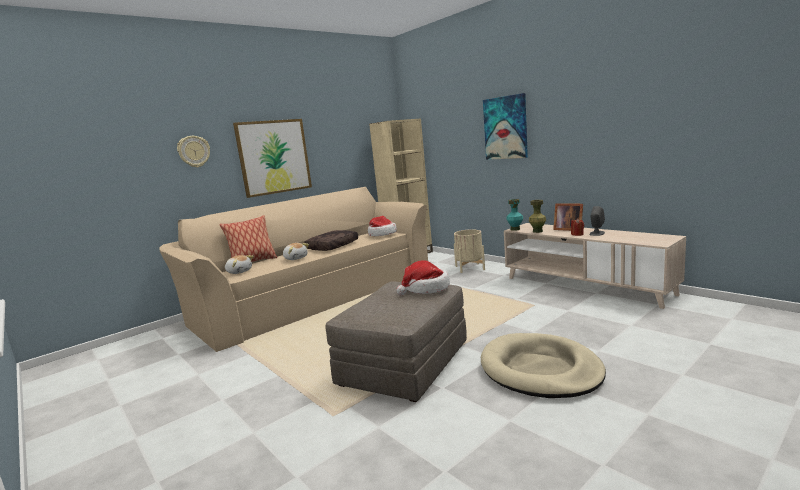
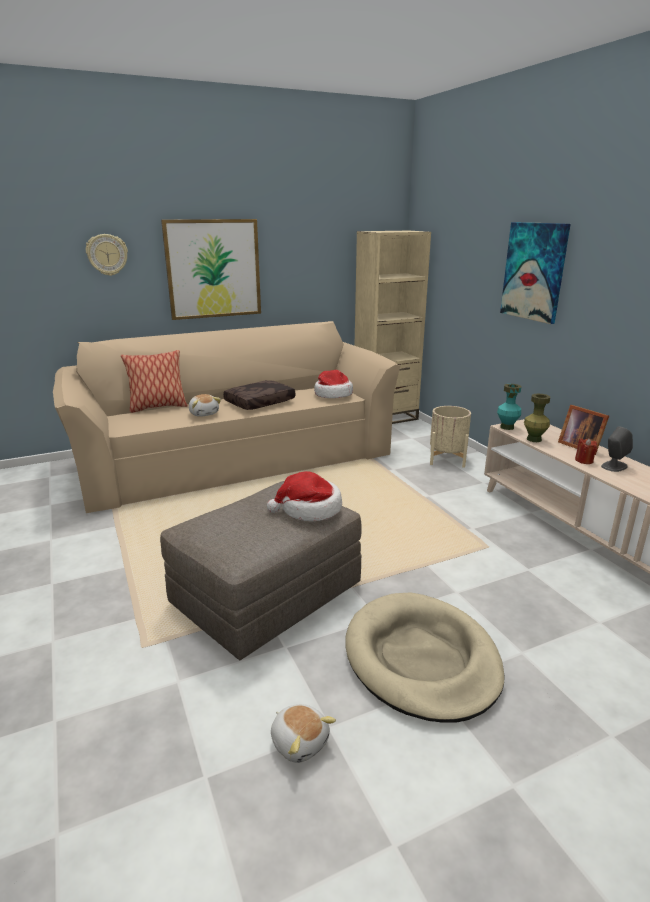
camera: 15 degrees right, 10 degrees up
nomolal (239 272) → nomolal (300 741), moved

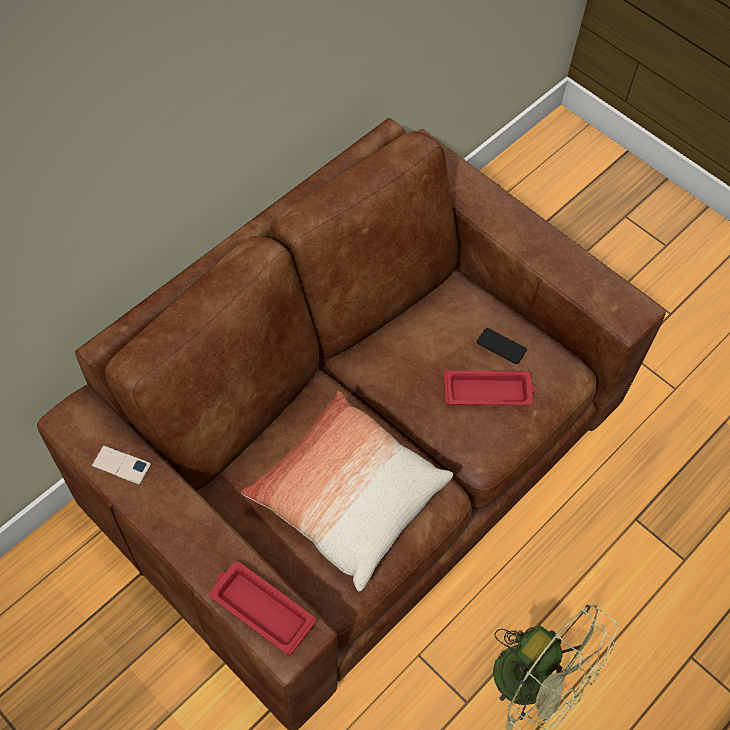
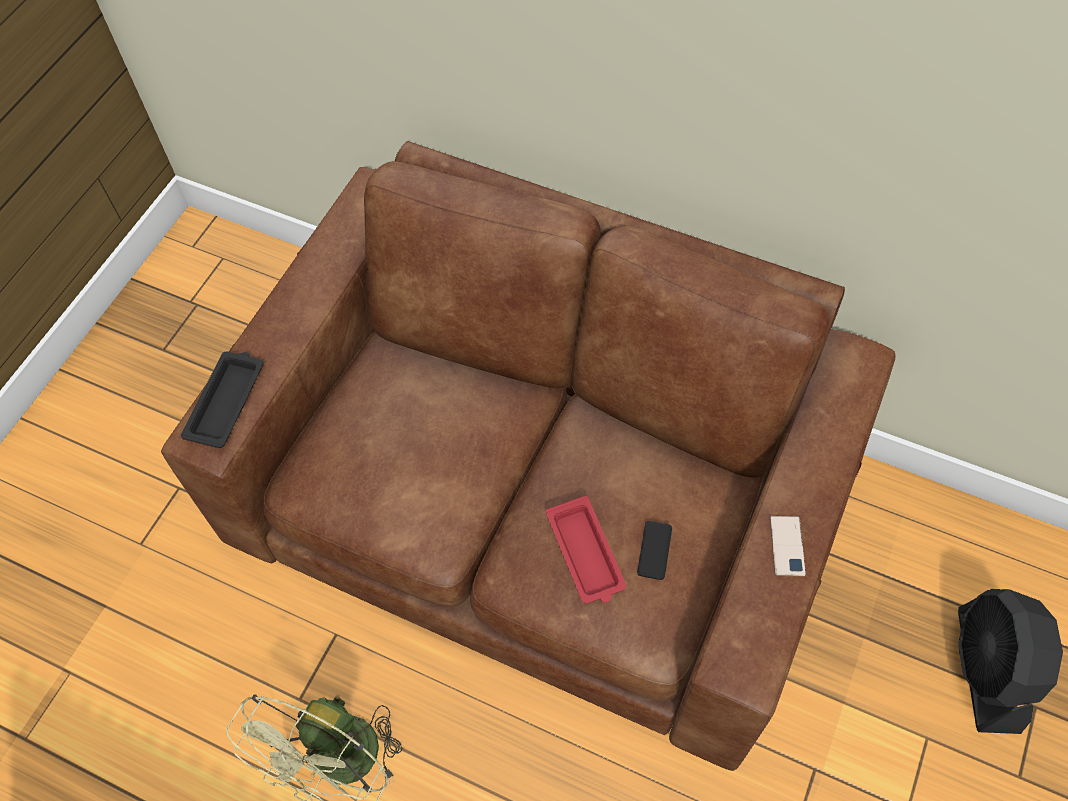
camera: 75 degrees right, 0 degrees up
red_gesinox (260 608) → black_gesinox (226 401)
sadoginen (121 465) → sadoginen (787 546), moved
- → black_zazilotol (987 670)
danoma (347 497) → -

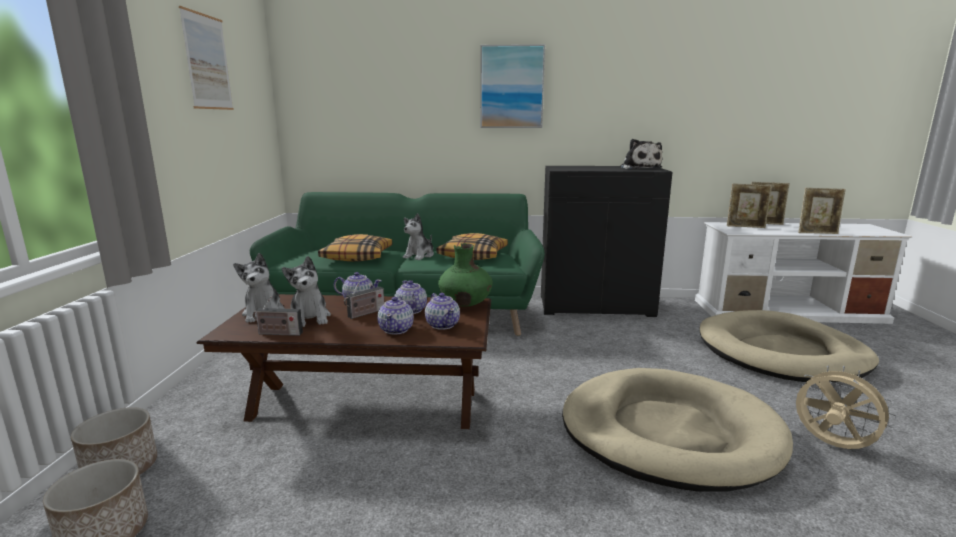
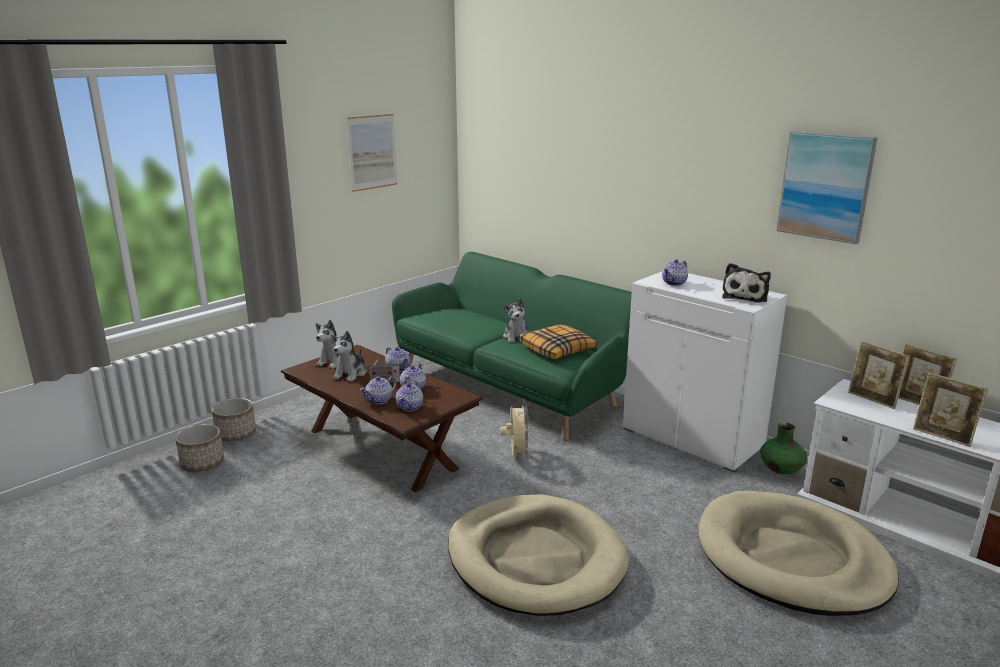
camera: 40 degrees right, 5 degrees up
beige_zazilotol (831 445) → beige_zazilotol (517 455), moved
nomolal (419 256) → nomolal (516 337), 75 degrees counterclockwise
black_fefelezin (596 305) → white_fefelezin (693 438)
- → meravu (674 283)
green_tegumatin (466 304) → green_tegumatin (781 470), moved
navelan (511 87) → navelan (825 186), moved
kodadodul (278 333) → -
danoma (357 257) → -

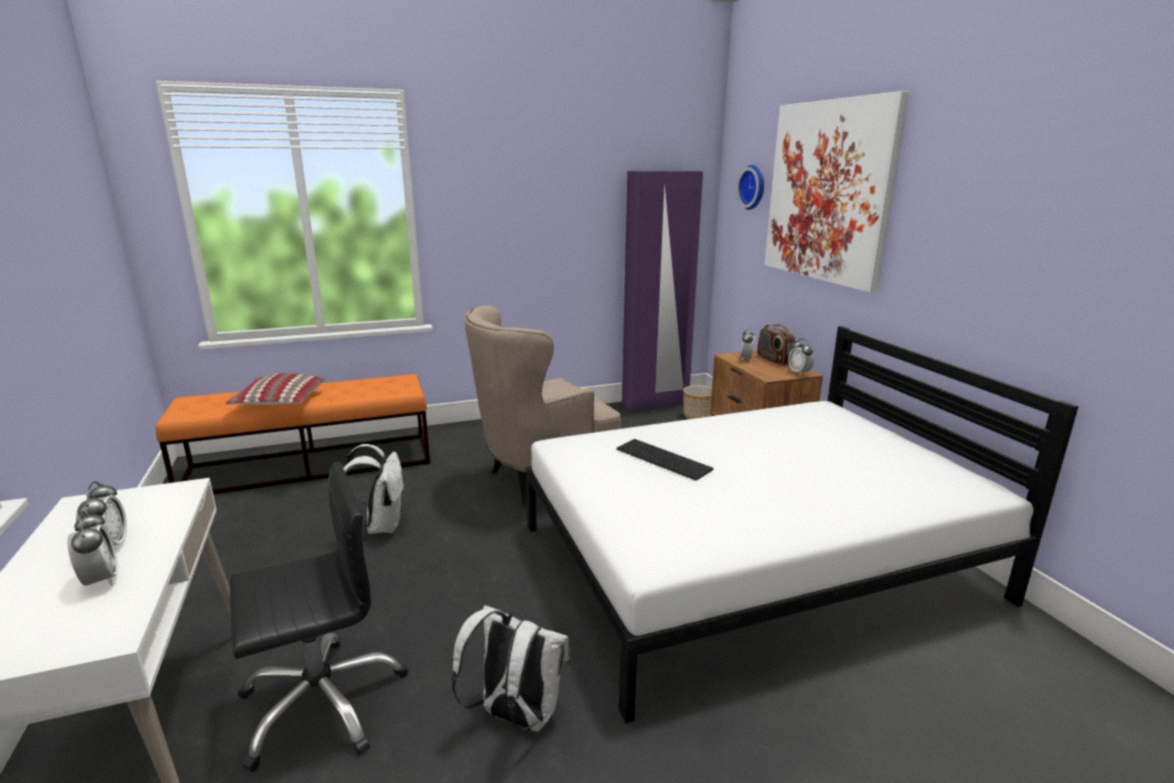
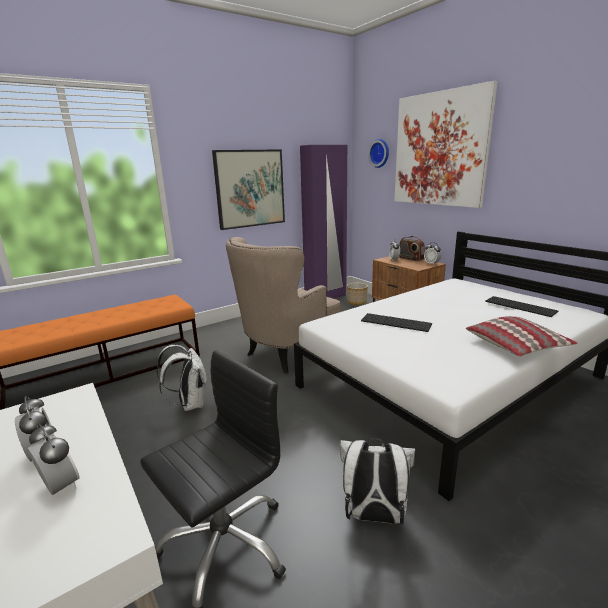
camera: 15 degrees left, 0 degrees up
- → navelan (250 188)
danoma (279 402) → danoma (517 346), moved
- → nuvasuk (521 306)

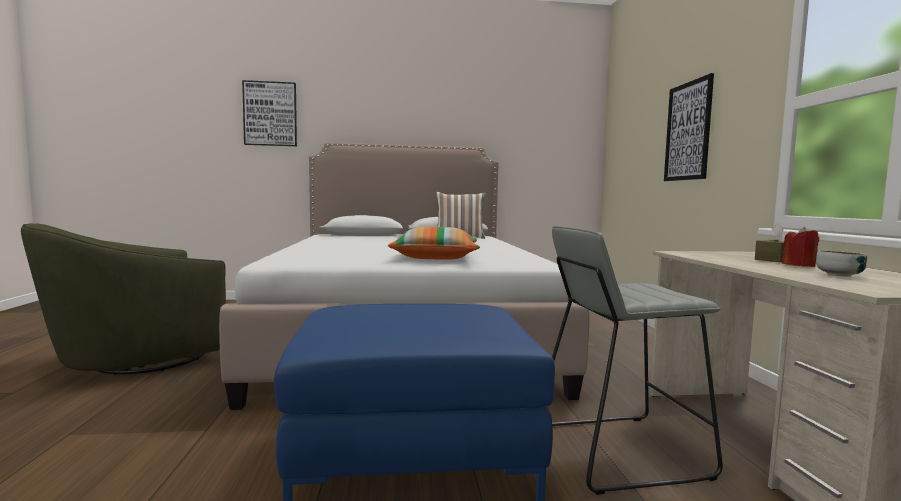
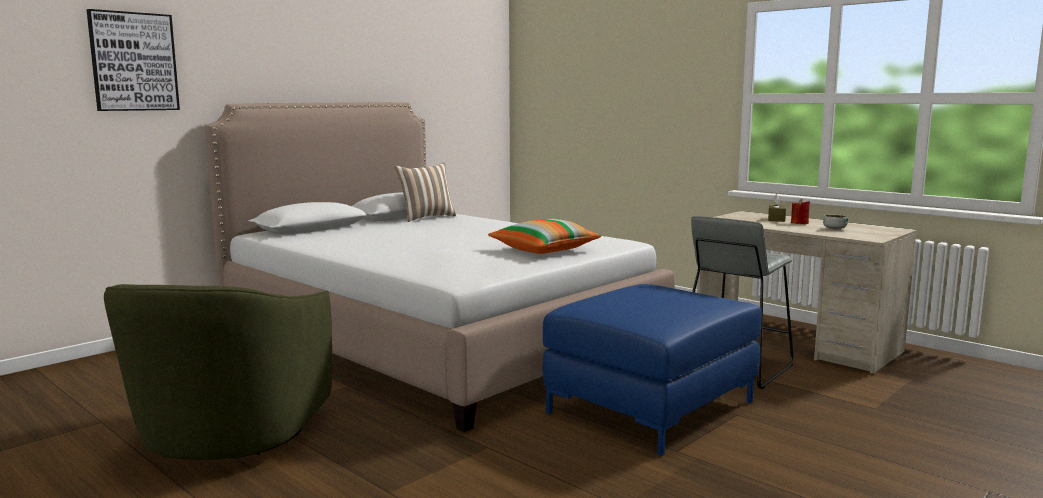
camera: 40 degrees left, 5 degrees up
navelan (688 131) → -

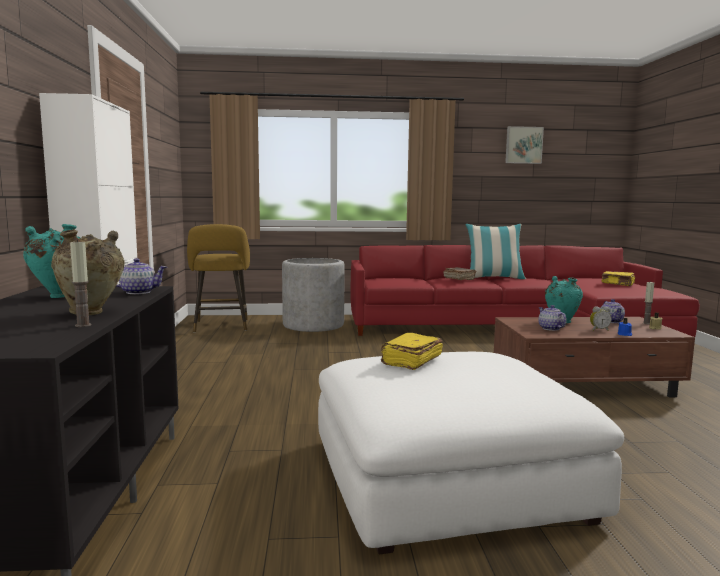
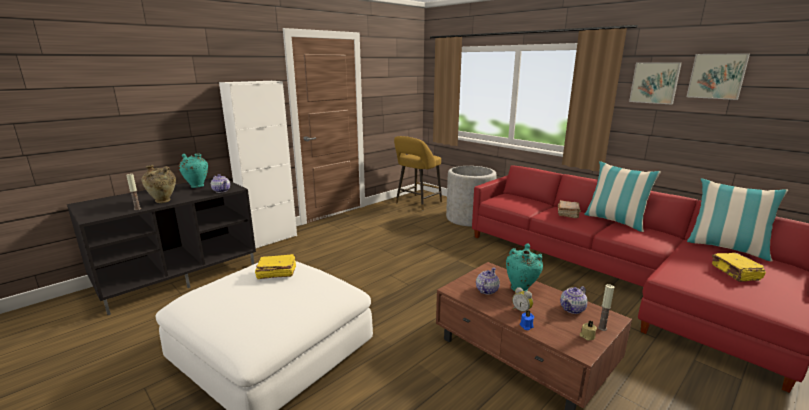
camera: 50 degrees right, 10 degrees up
- → navelan (655 82)
- → danoma (726 248)

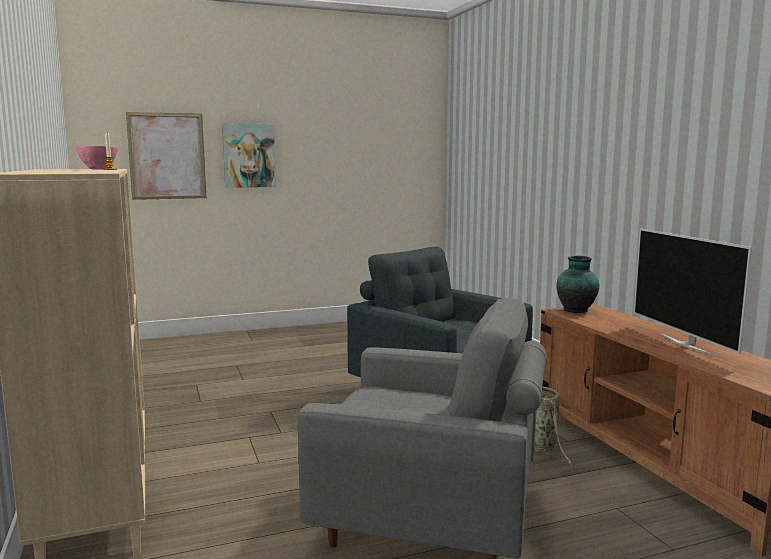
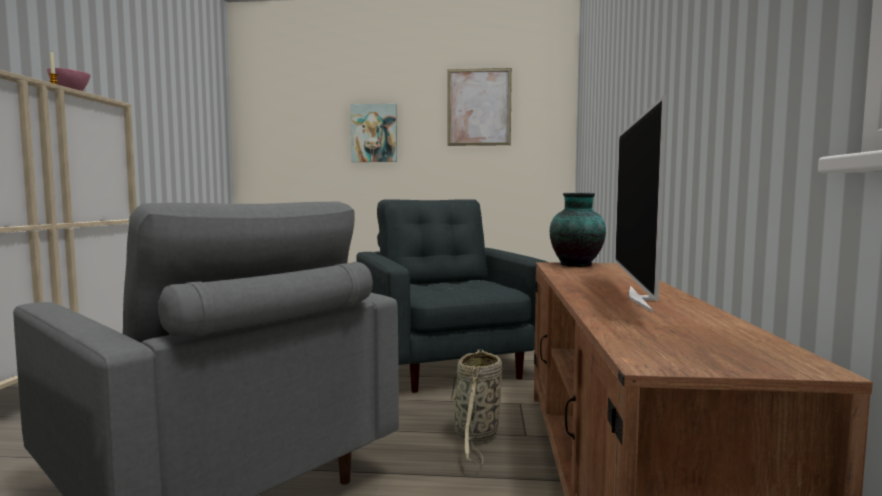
camera: 25 degrees right, 5 degrees down
navelan (167 156) → navelan (479 107), moved

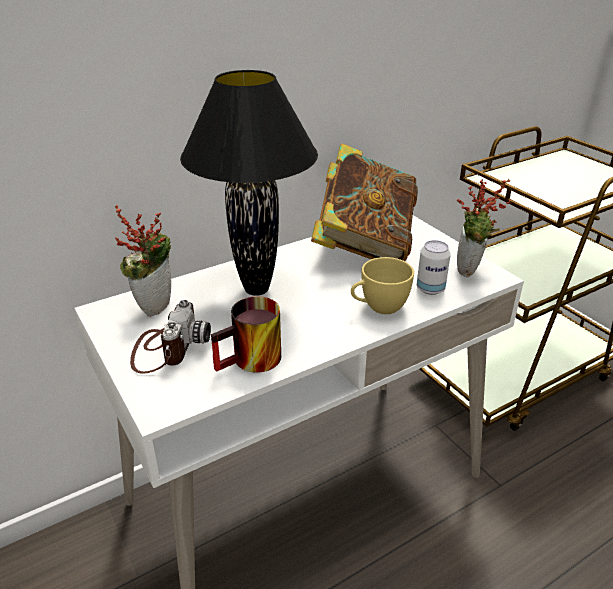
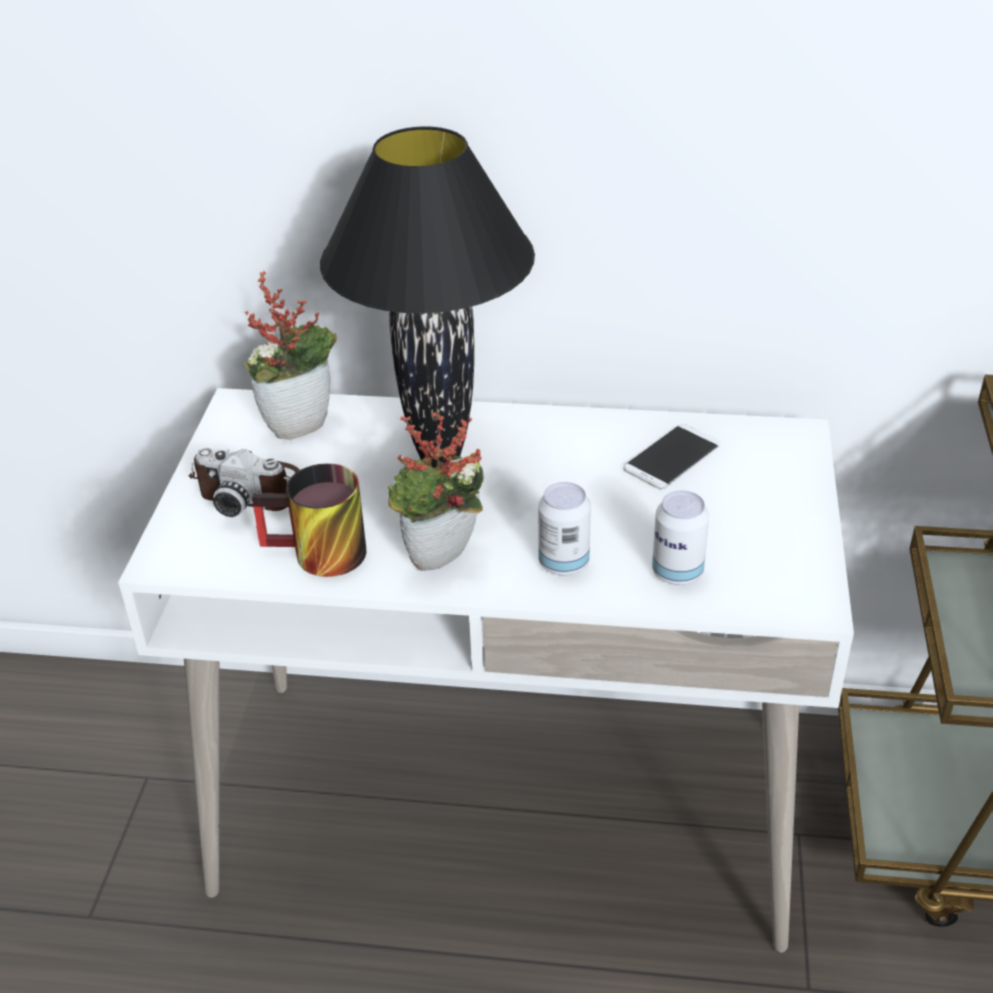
camera: 40 degrees right, 5 degrees up
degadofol (167 348) → degadofol (251 489), 60 degrees clockwise
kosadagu (471 271) → kosadagu (443 563), moved
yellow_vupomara (378 307) → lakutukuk (563 563)
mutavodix (364 246) → sadoginen (672 458)

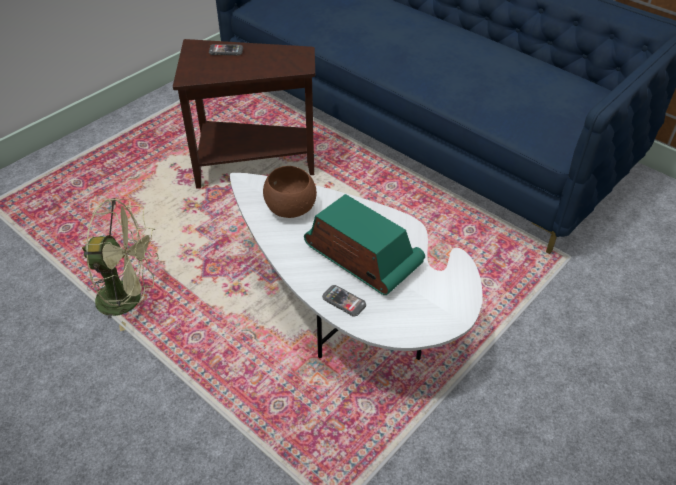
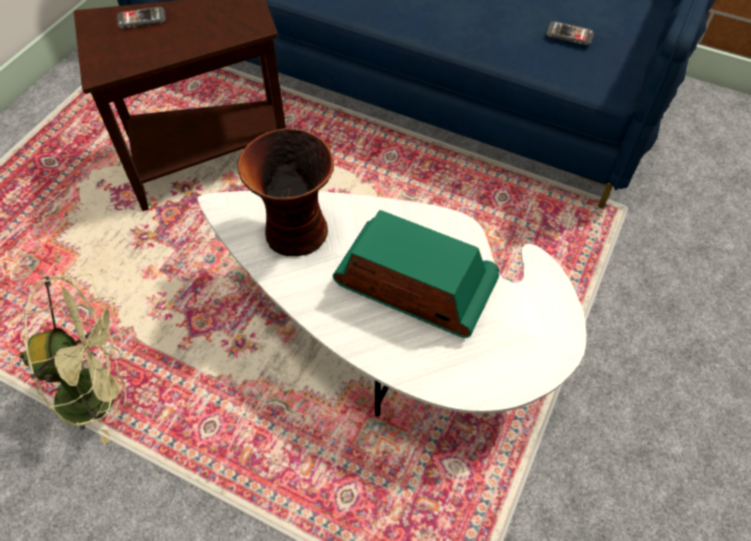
camera: 15 degrees left, 10 degrees up
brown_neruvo (290 208) → tegumatin (297 234)
sadoginen (344 301) → sadoginen (569 35), moved

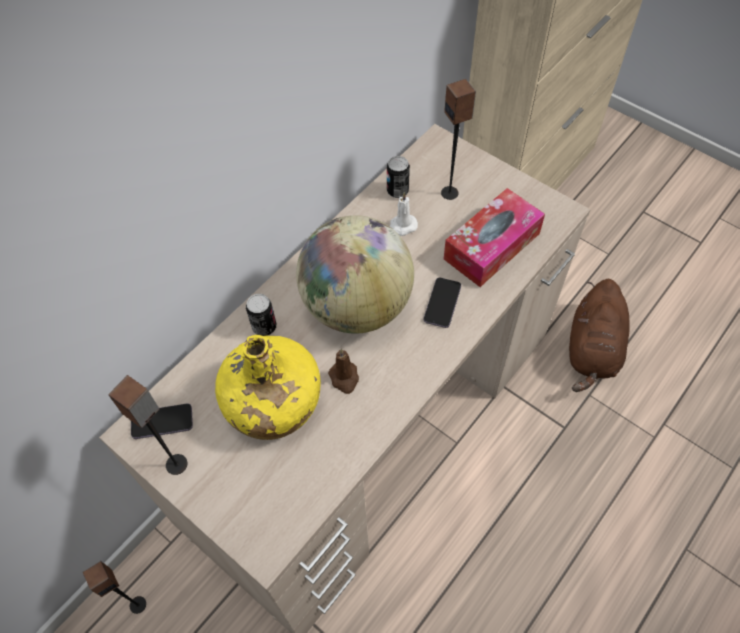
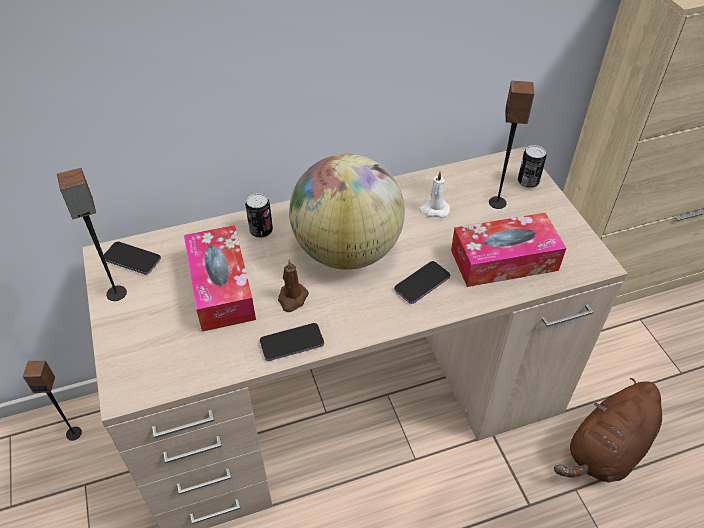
camera: 30 degrees right, 10 degrees down
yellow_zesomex (272 403) → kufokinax (221 287)
- → sadoginen (292 343)
lakutukuk (397 191) → lakutukuk (528 182), moved

